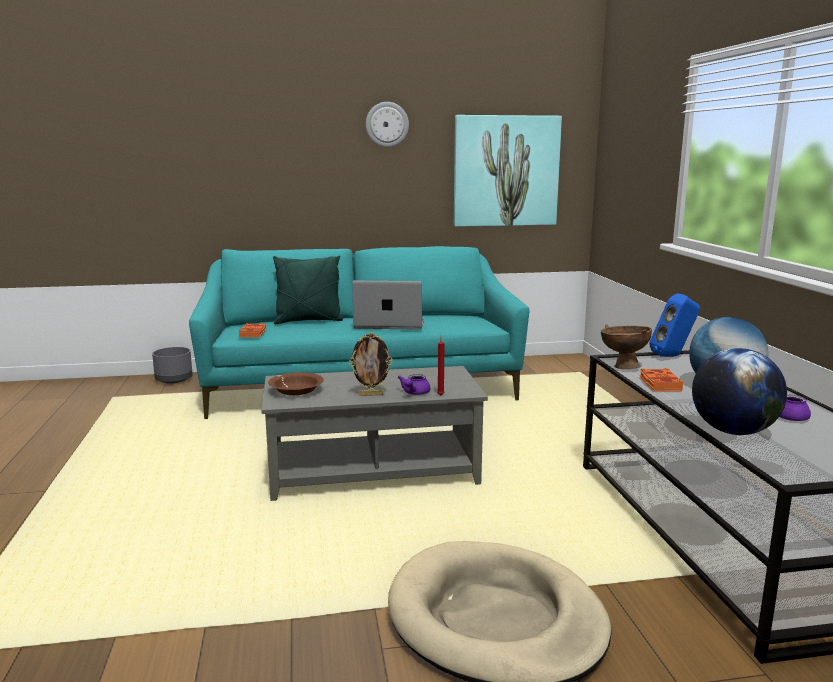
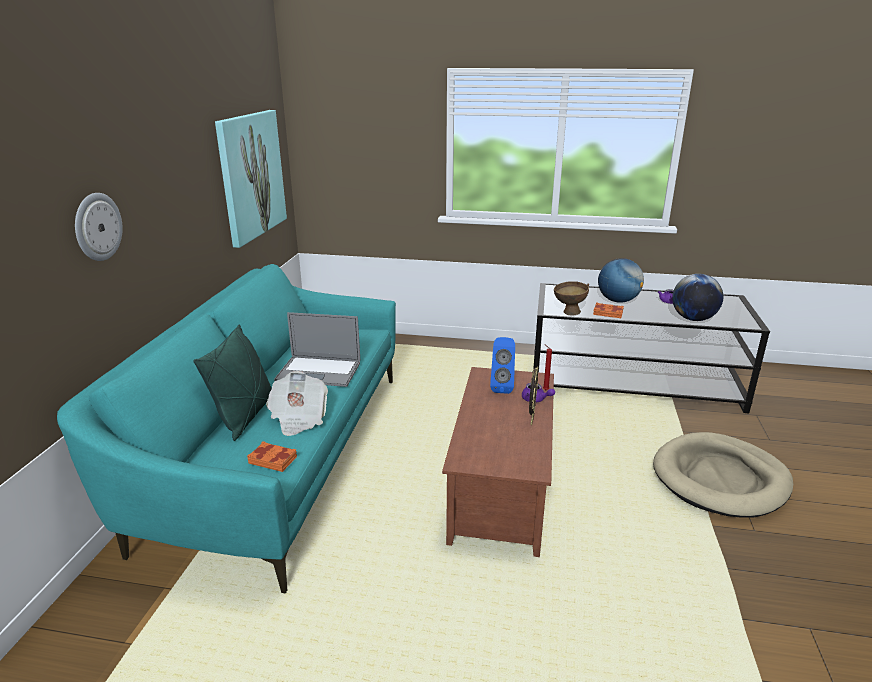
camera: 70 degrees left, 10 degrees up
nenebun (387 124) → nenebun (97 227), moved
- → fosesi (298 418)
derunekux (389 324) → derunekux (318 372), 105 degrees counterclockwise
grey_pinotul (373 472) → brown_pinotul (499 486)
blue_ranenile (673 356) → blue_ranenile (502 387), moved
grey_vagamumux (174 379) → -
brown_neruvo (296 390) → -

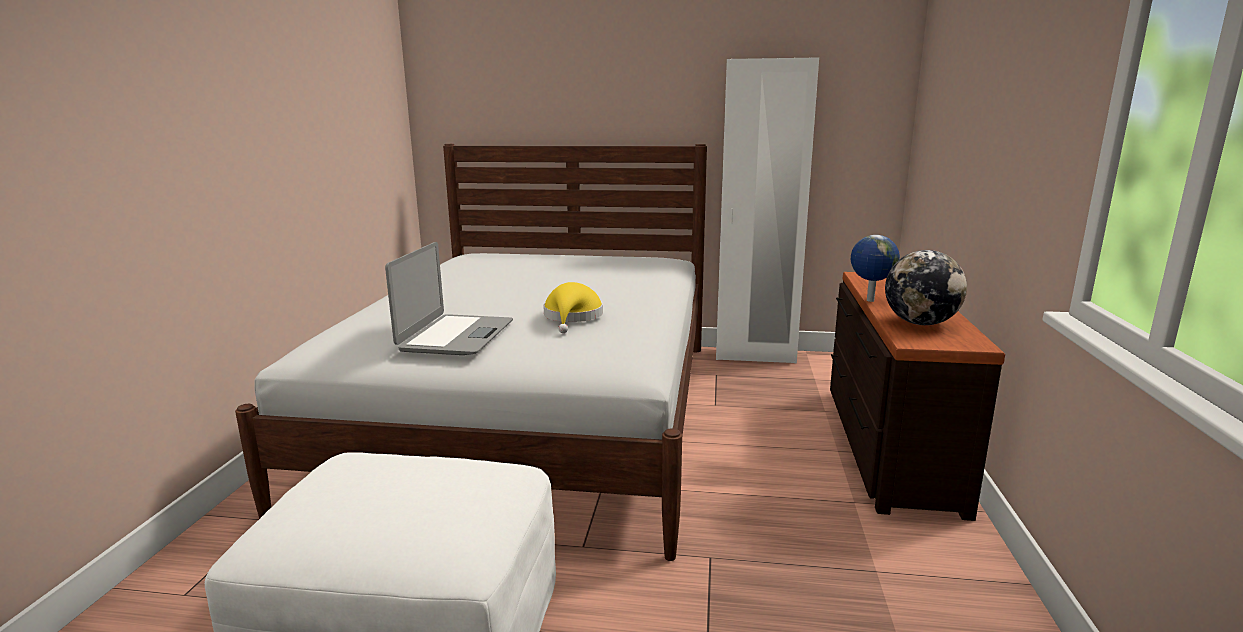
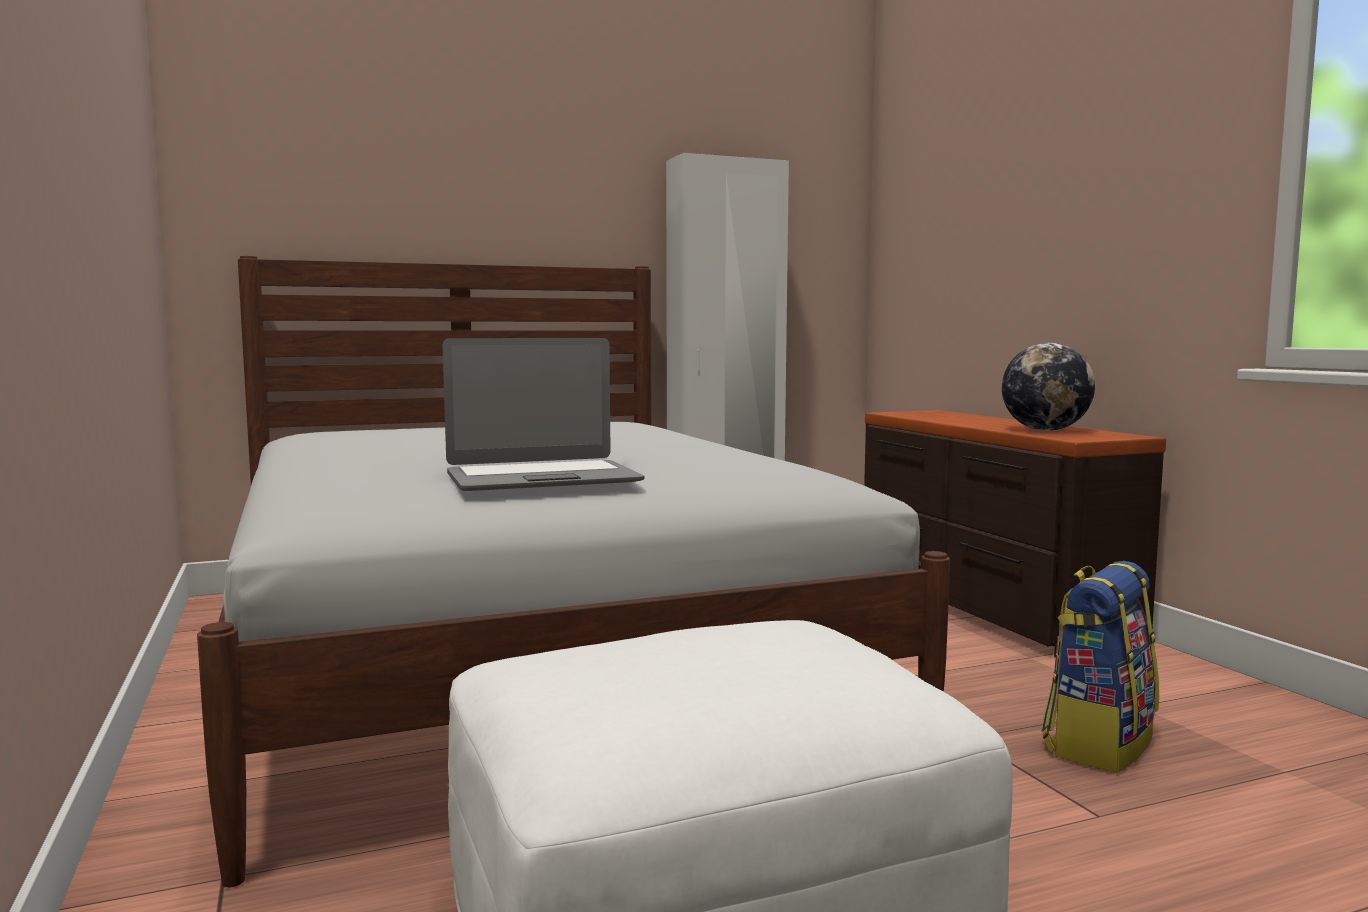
camera: 30 degrees left, 10 degrees down
derunekux (456 336) → derunekux (542 479), 90 degrees clockwise
- → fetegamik (1097 744)
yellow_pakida (572 317) → -
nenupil (869 300) → -

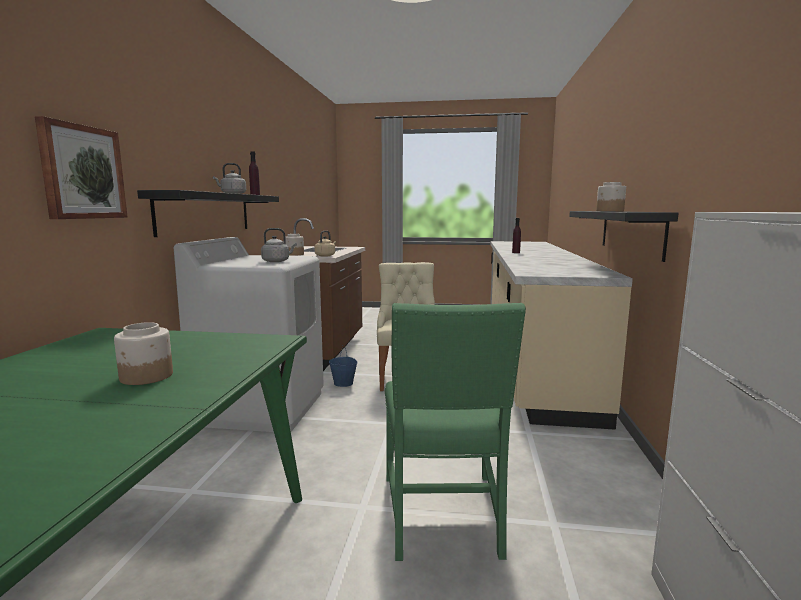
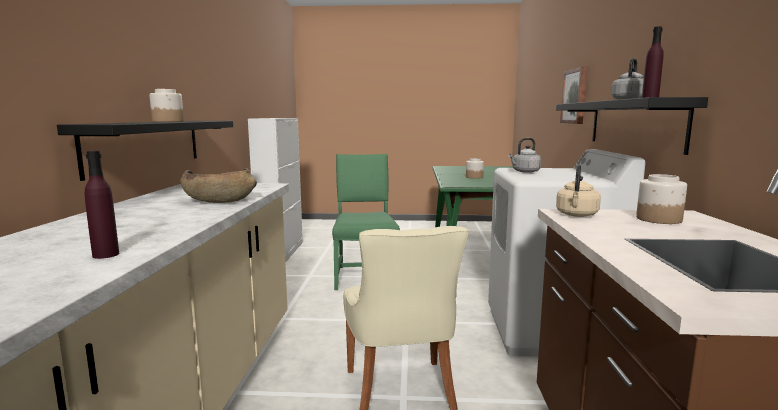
camera: 175 degrees right, 0 degrees up
- → brown_neruvo (218 201)
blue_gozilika (343 383) → -

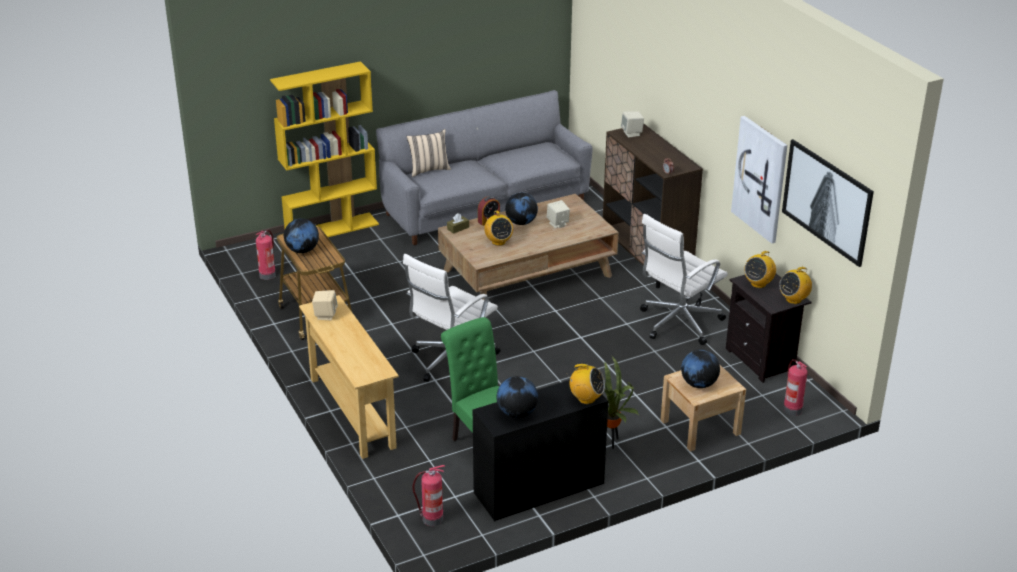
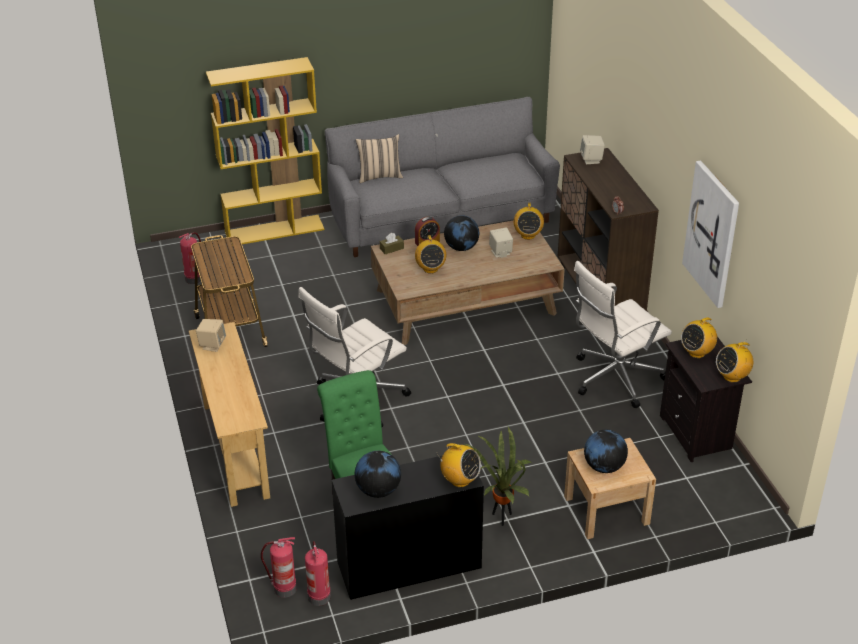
camera: 10 degrees right, 5 degrees up
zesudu (791 409) → zesudu (318 596), moved
- → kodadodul (528 235)
nenupil (302 250) → -
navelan (828 201) → -

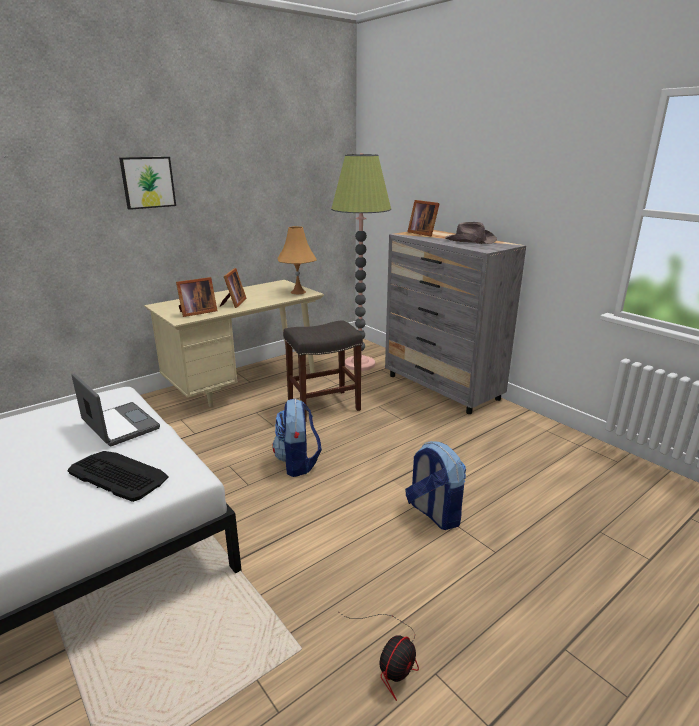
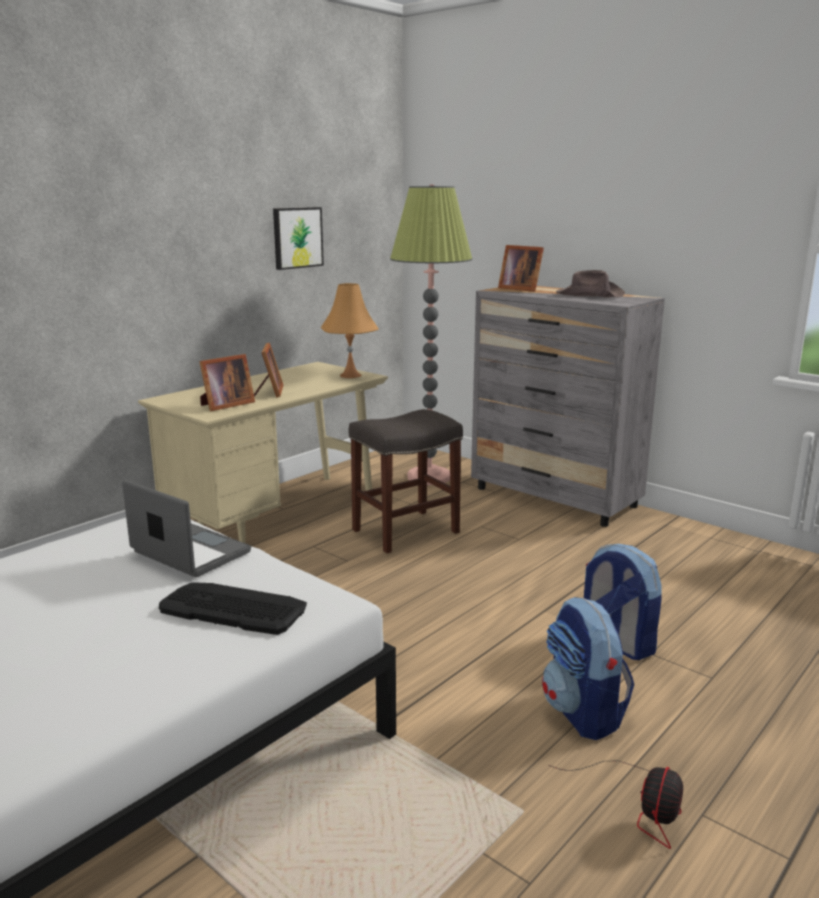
camera: 10 degrees left, 5 degrees down
navelan (148 182) → navelan (297 237), moved
fetegamik (298 463) → fetegamik (583 713), moved

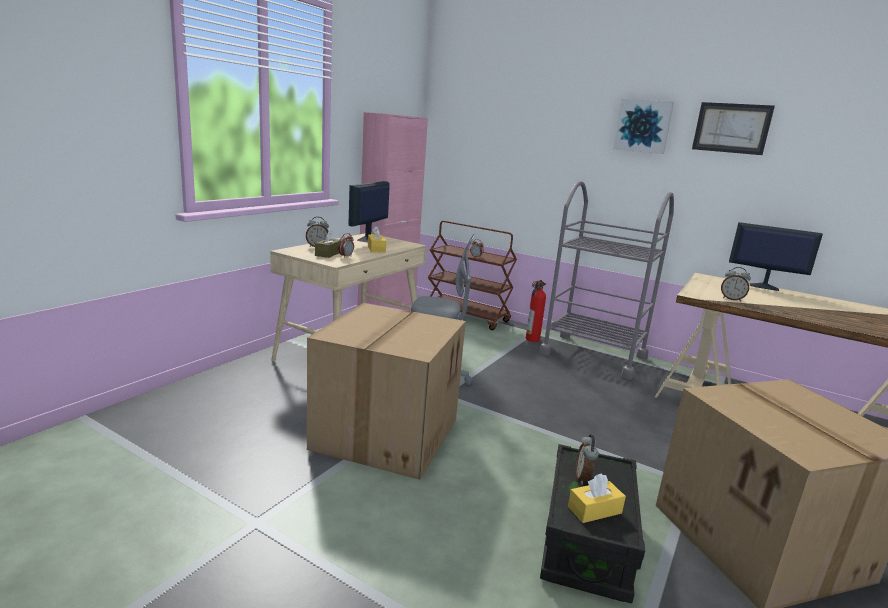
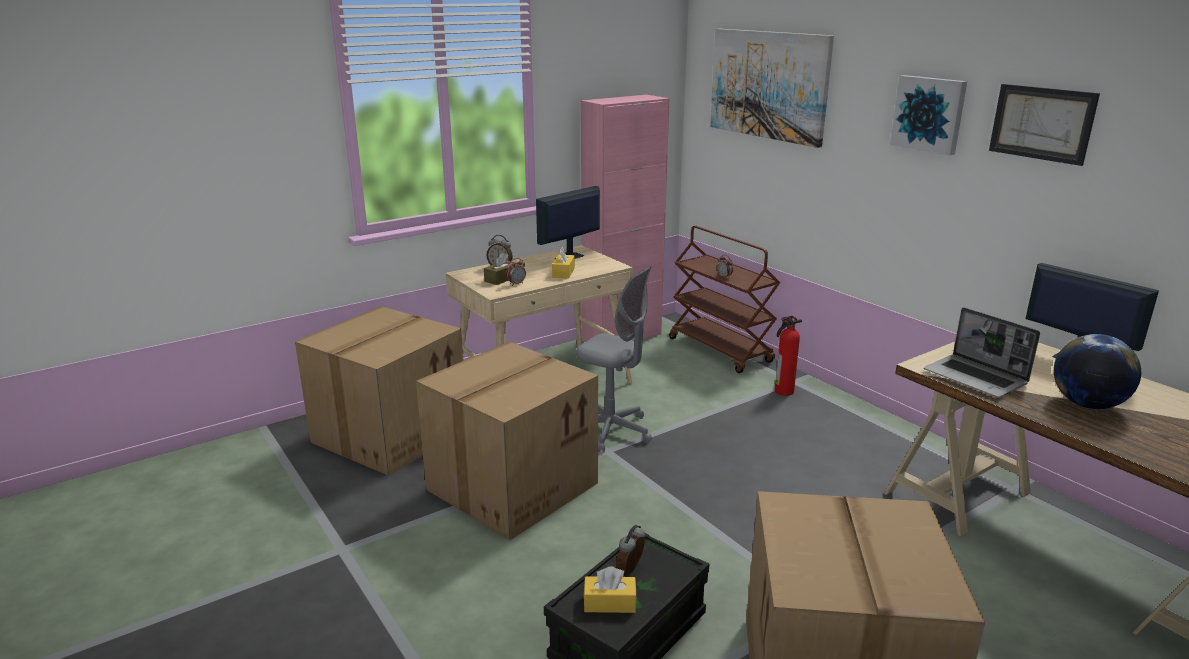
camera: 25 degrees right, 5 degrees up
- → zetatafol (390 433)
- → navelan (768 85)
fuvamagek (732 299) → derunekux (976 378)
- → nenupil (1087 404)
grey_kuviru (593 355) → -

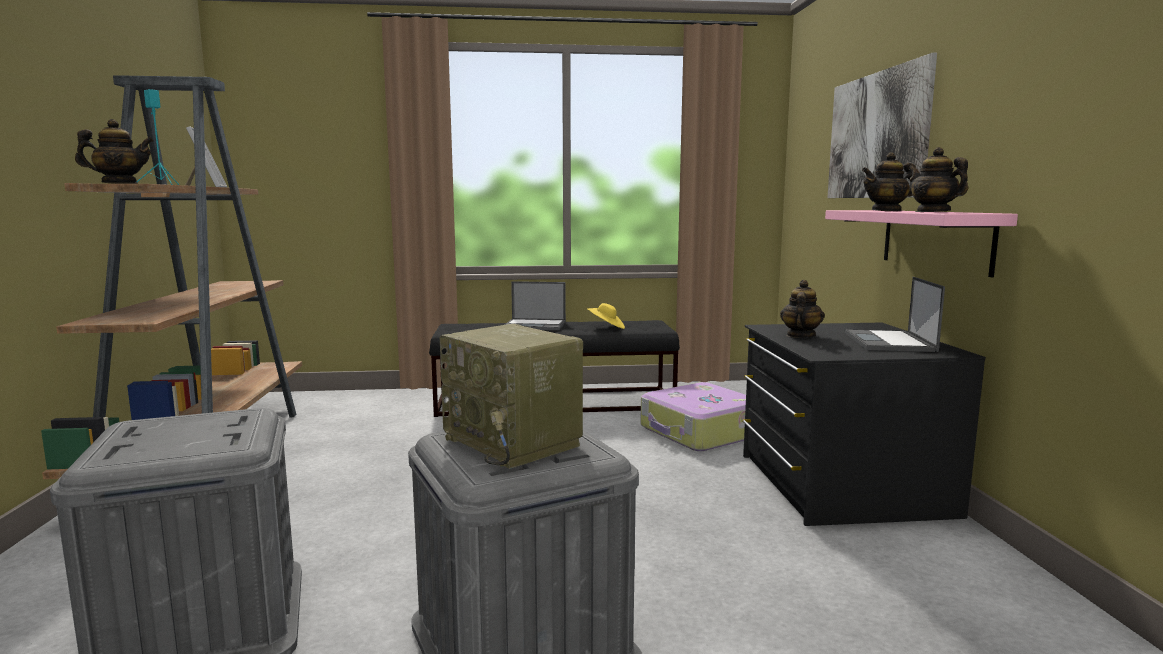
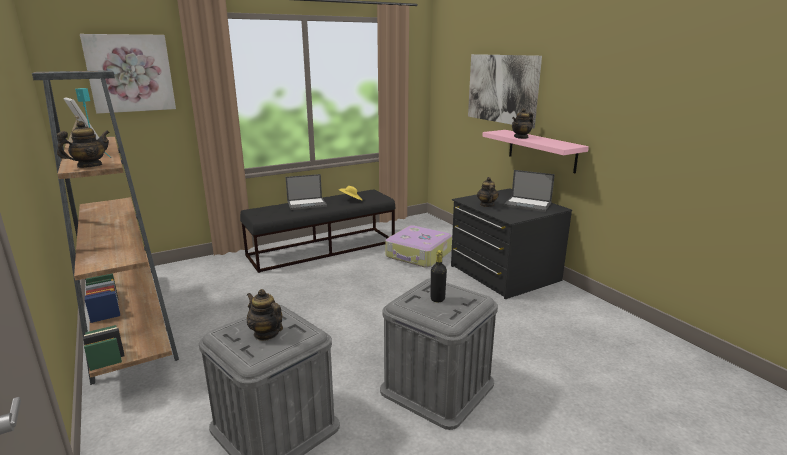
camera: 25 degrees left, 10 degrees up
- → navelan (130 73)
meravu (933 212) → meravu (266 334), moved
kodadodul (515 442) → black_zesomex (437 299)
derunekux (889 342) → derunekux (528 204), 45 degrees counterclockwise

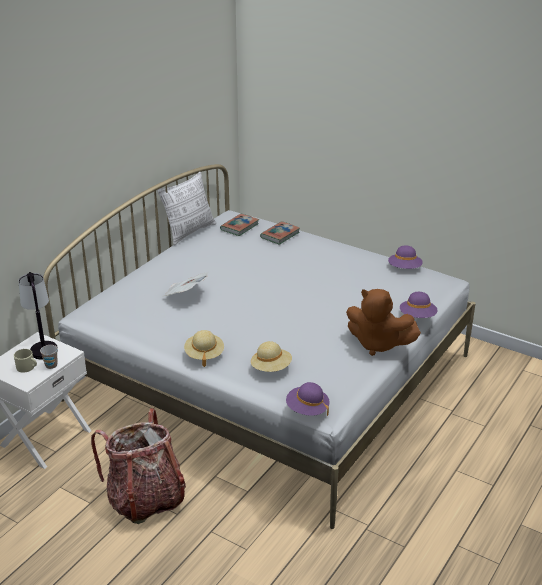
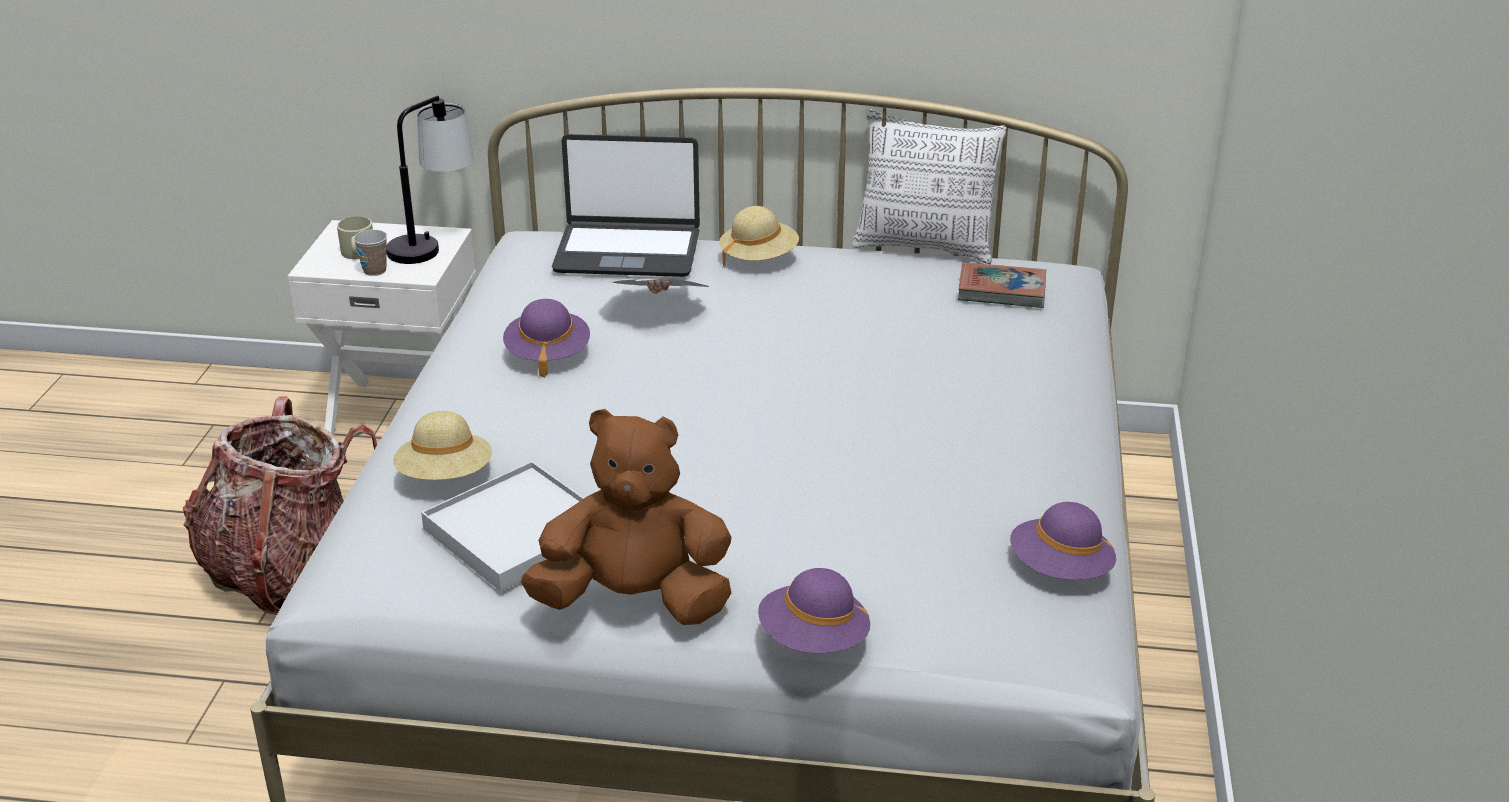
camera: 65 degrees right, 0 degrees up
- → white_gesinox (517 532)
purple_pakida (307 409) → purple_pakida (547 354), moved
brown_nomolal (378 344) → brown_nomolal (635 601), 90 degrees clockwise
- → derunekux (627 251)
beige_pakida (204 354) → beige_pakida (758 258), moved
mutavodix (280 235) → -

